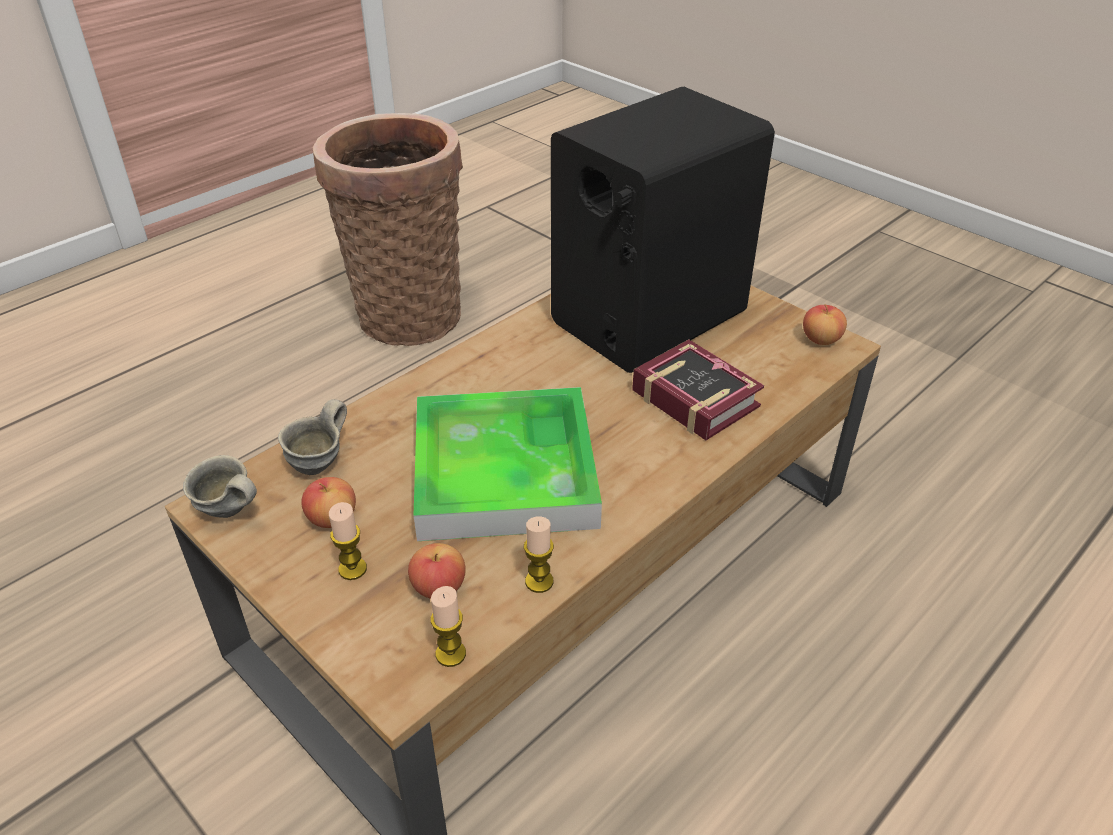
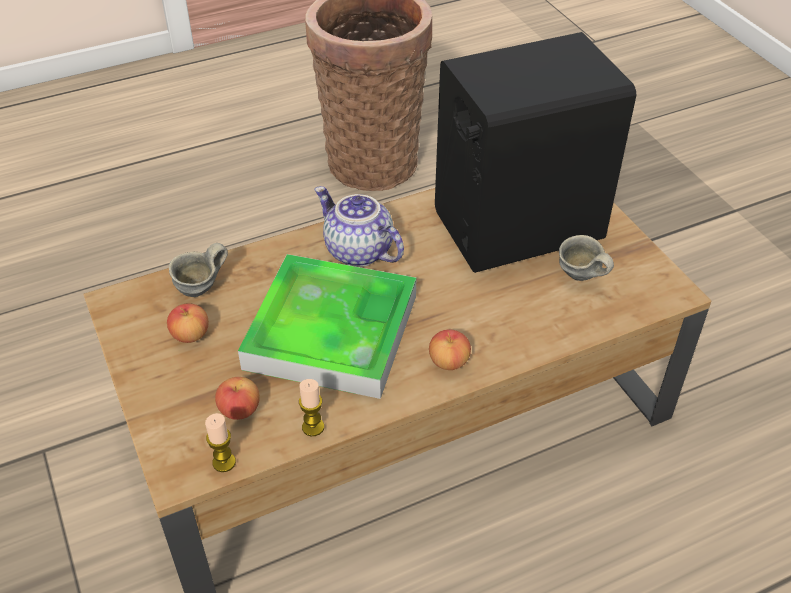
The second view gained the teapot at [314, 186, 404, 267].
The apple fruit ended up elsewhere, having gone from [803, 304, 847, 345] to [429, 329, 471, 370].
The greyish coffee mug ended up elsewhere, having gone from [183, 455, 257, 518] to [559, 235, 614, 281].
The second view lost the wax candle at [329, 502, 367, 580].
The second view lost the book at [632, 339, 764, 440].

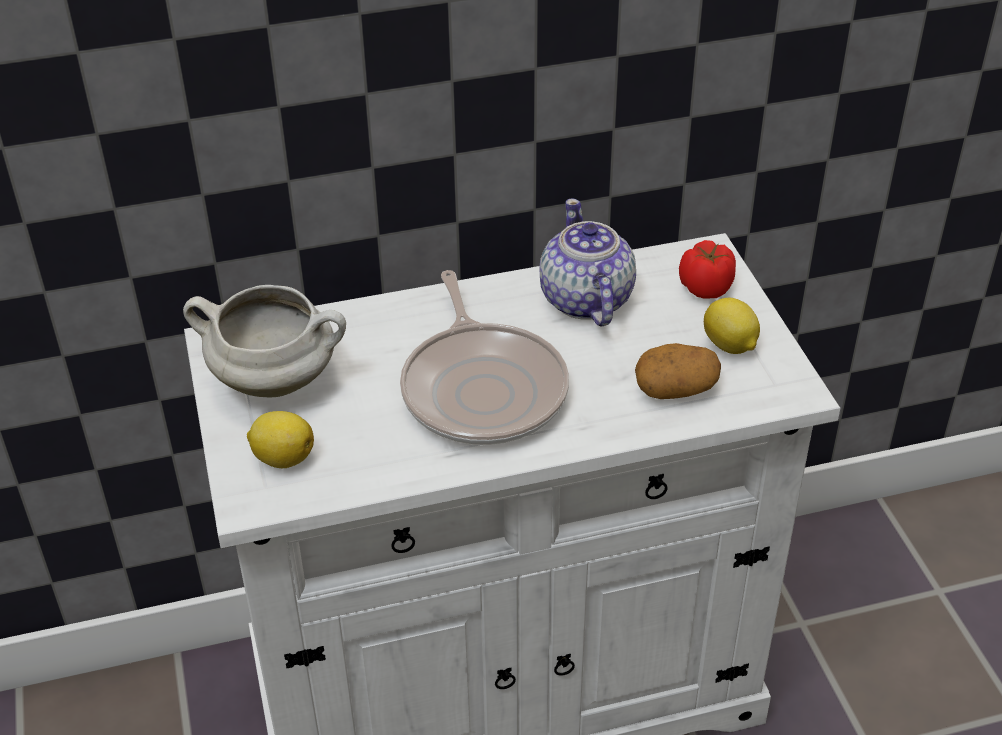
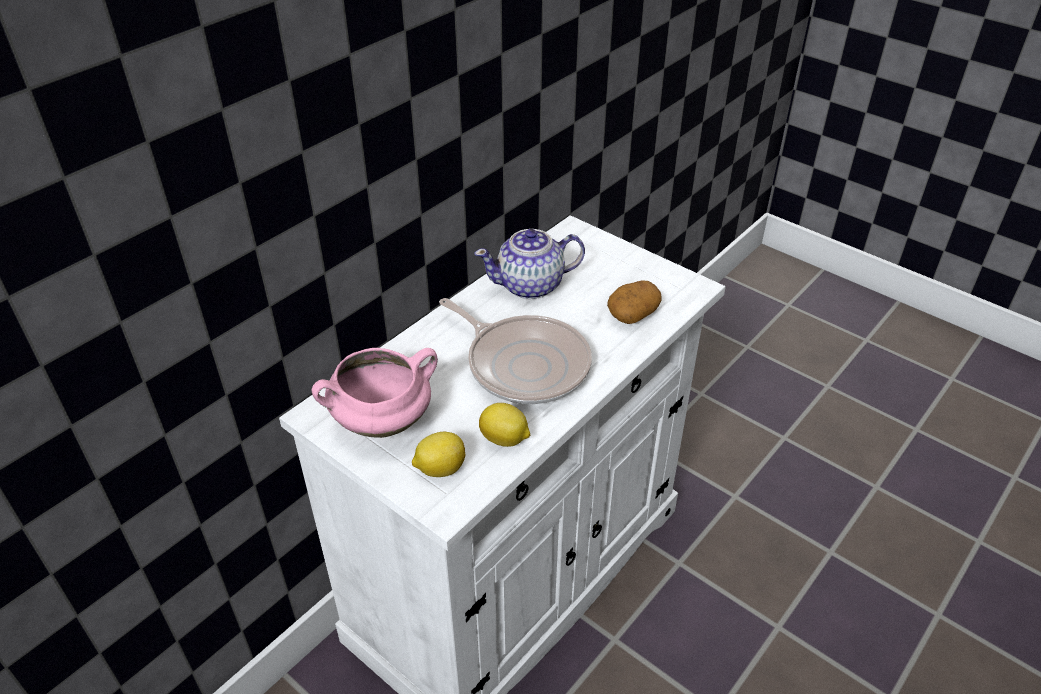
What was the white stockpot at [183, 285, 346, 397] turned into the pink-coloured stockpot at [311, 348, 438, 438].
The teapot at [540, 199, 636, 327] ended up facing another way, 60 degrees counterclockwise from before.
The citrus fruit ended up elsewhere, having gone from [704, 298, 760, 354] to [479, 403, 530, 447].
The second view lost the tomato at [679, 240, 736, 299].

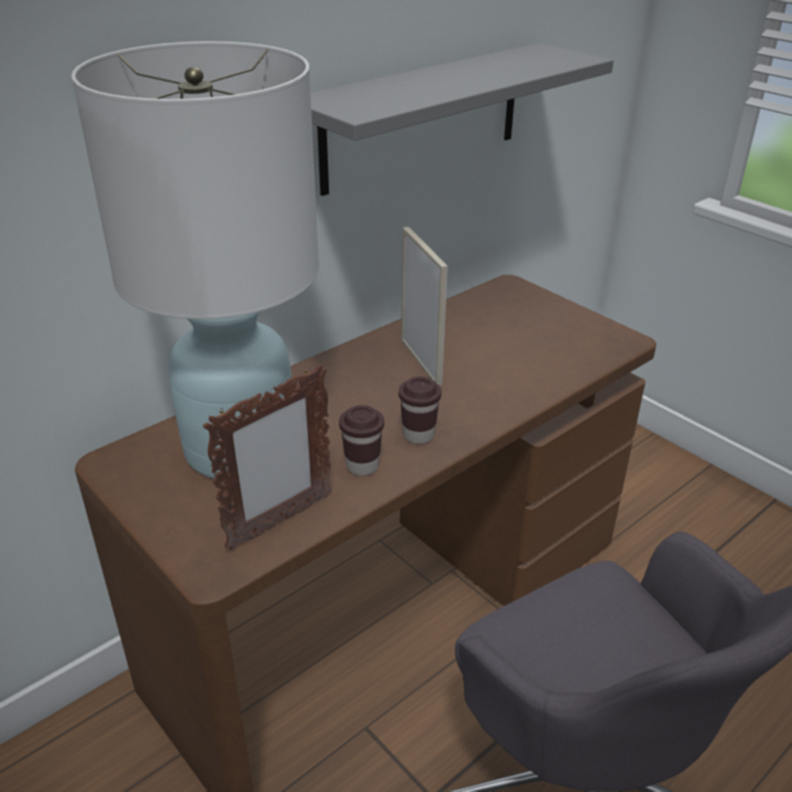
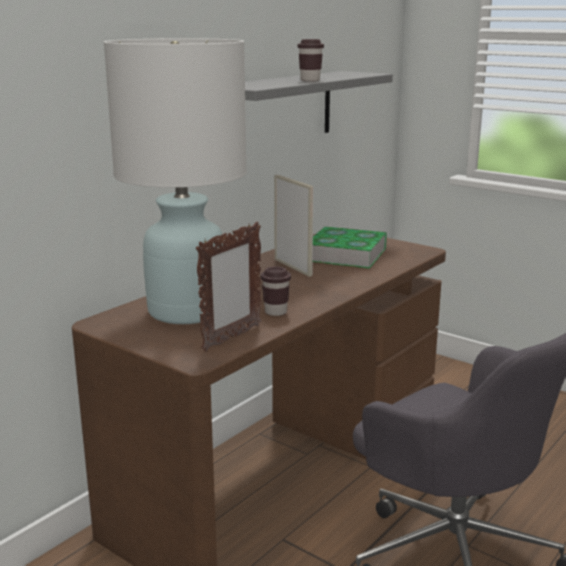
The brownish drinking cup ended up elsewhere, having gone from [399, 376, 441, 444] to [298, 39, 324, 81].
The second view gained the book at [313, 226, 387, 268].

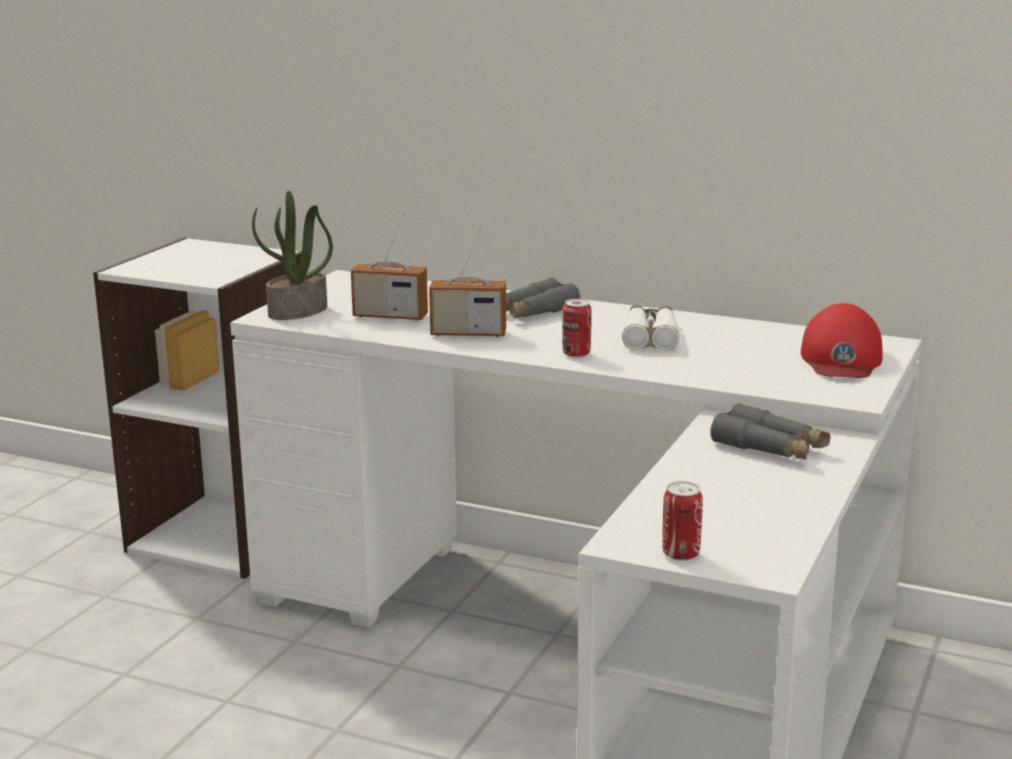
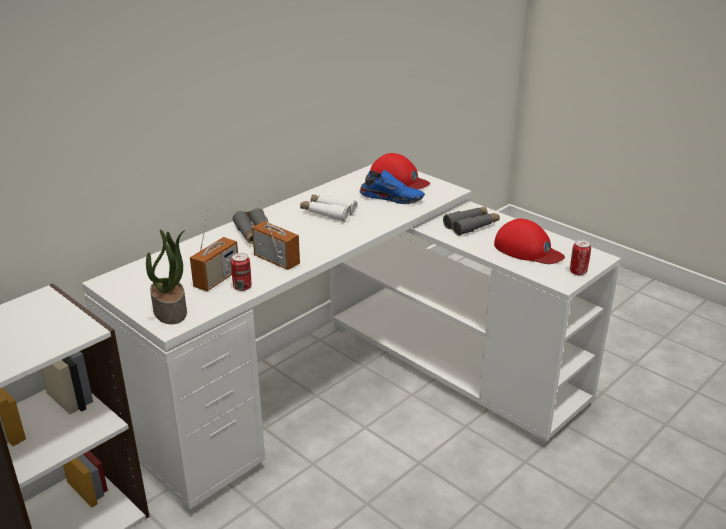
The sealed can ended up elsewhere, having gone from [562, 299, 592, 358] to [231, 253, 251, 291].
The radio set at [429, 224, 506, 337] ended up facing another way, 75 degrees counterclockwise from before.
The second view gained the blue-coloured shoe at [360, 170, 425, 204].
The second view gained the reddish cap at [494, 219, 565, 264].

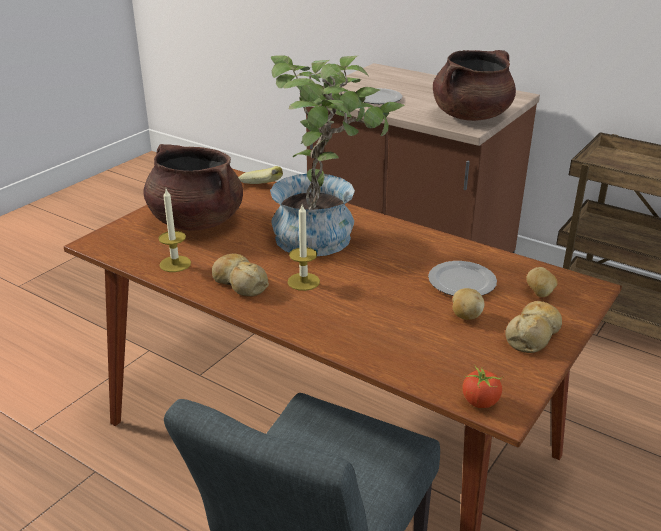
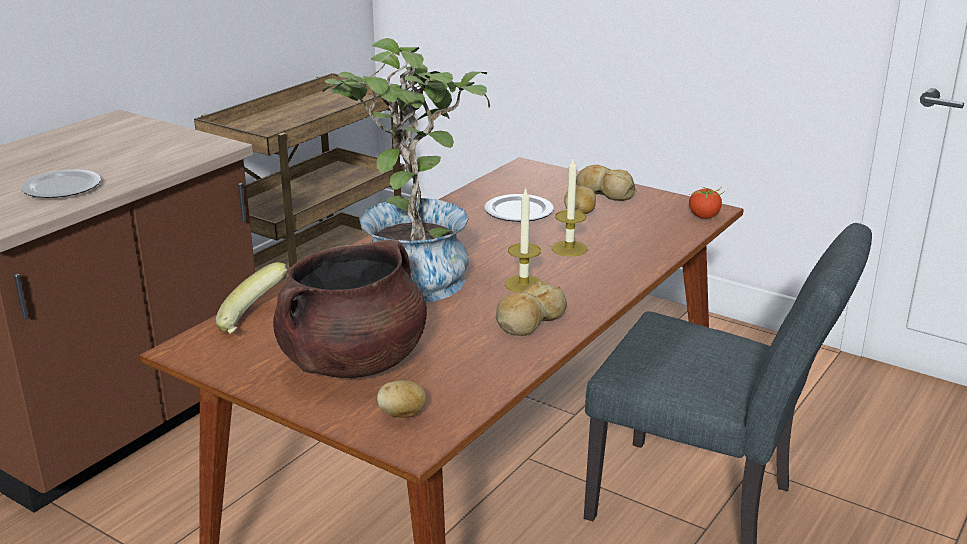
The whole potato ended up elsewhere, having gone from [526, 267, 558, 297] to [377, 380, 426, 418].
The wax candle ended up elsewhere, having gone from [158, 189, 191, 272] to [552, 159, 587, 256].
The second view lost the brownish stockpot at [433, 50, 516, 121].

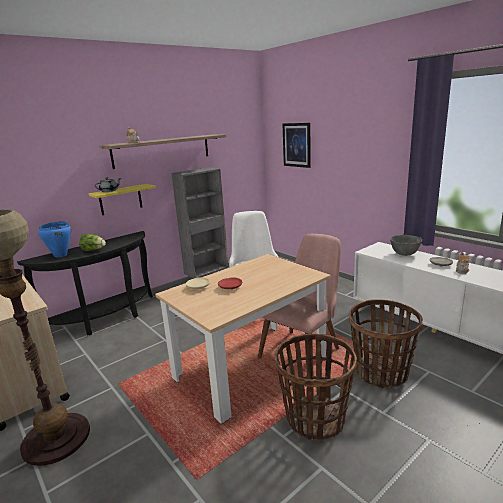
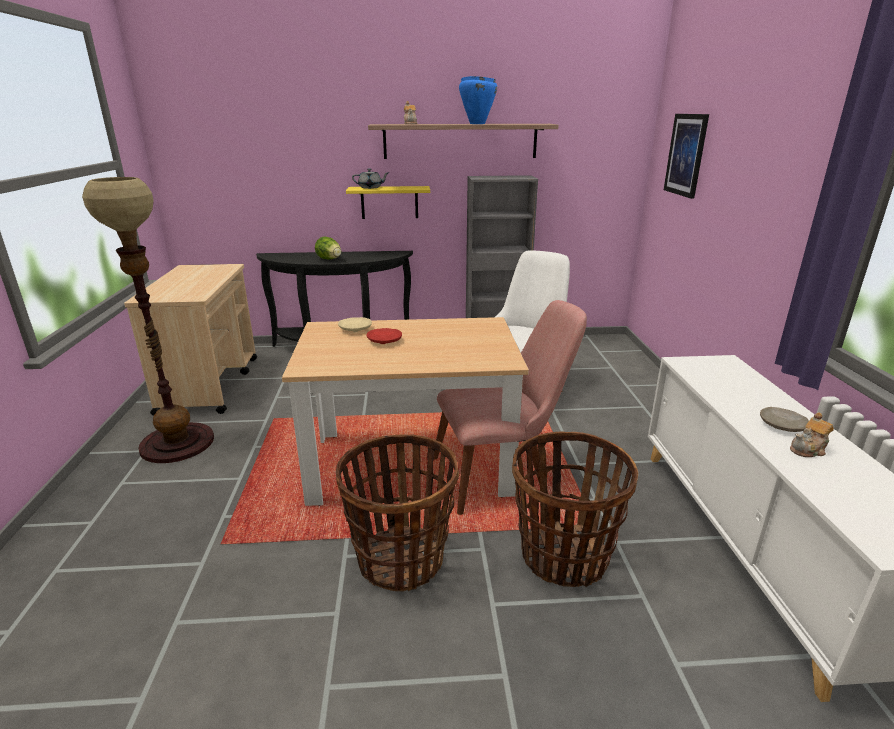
The blue-coloured stockpot ended up elsewhere, having gone from [38, 222, 71, 257] to [459, 76, 497, 124].
The second view lost the greyish serving bowl at [390, 235, 422, 256].

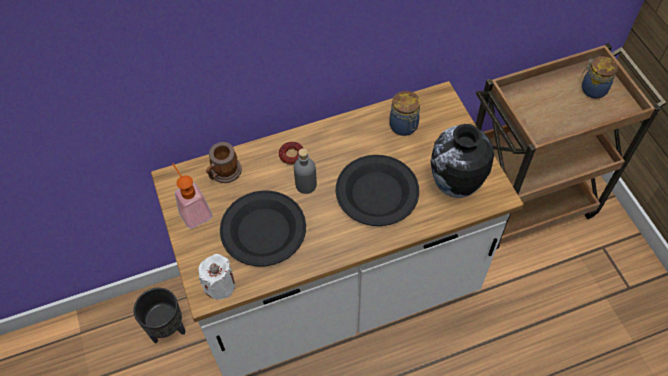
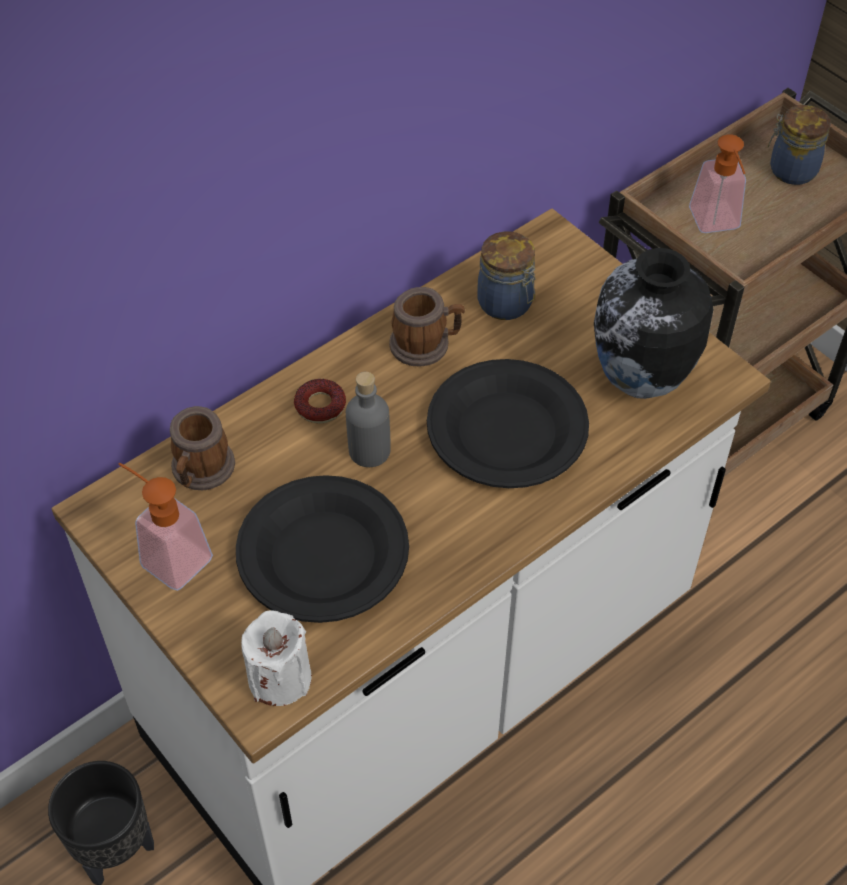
The second view gained the coffee mug at [389, 287, 465, 367].
The second view gained the soap bottle at [689, 134, 746, 233].

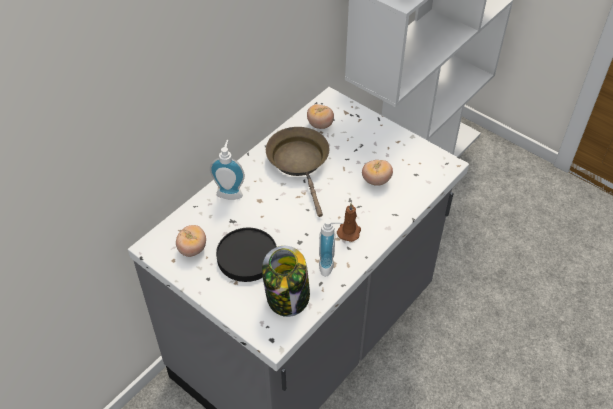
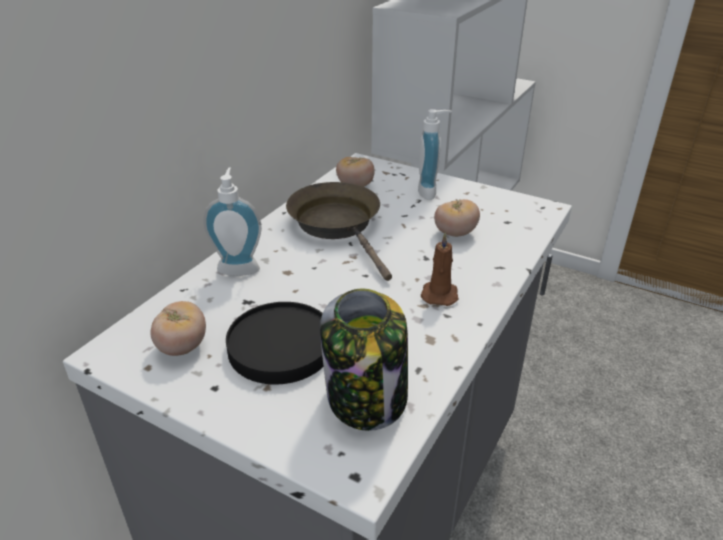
The soap bottle ended up elsewhere, having gone from [319, 218, 344, 277] to [418, 109, 451, 200].

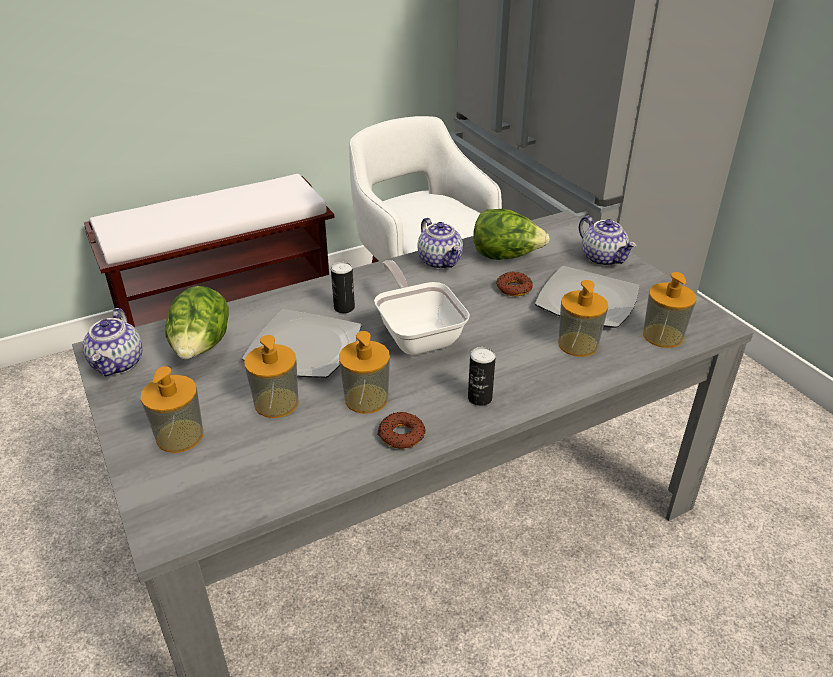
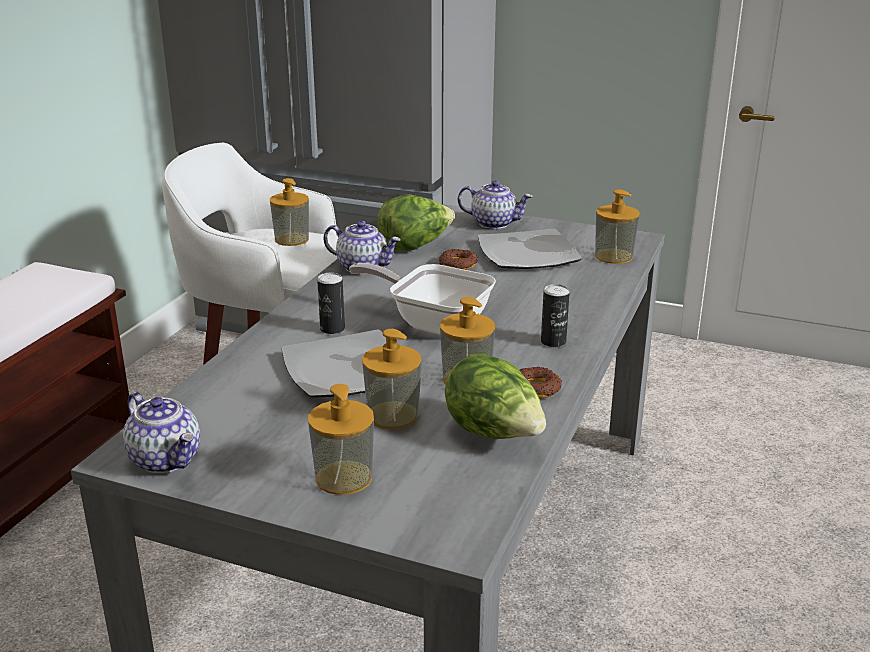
The soap bottle ended up elsewhere, having gone from [558, 280, 608, 357] to [270, 178, 309, 246].
The head of lettuce ended up elsewhere, having gone from [165, 286, 229, 359] to [445, 352, 546, 439].

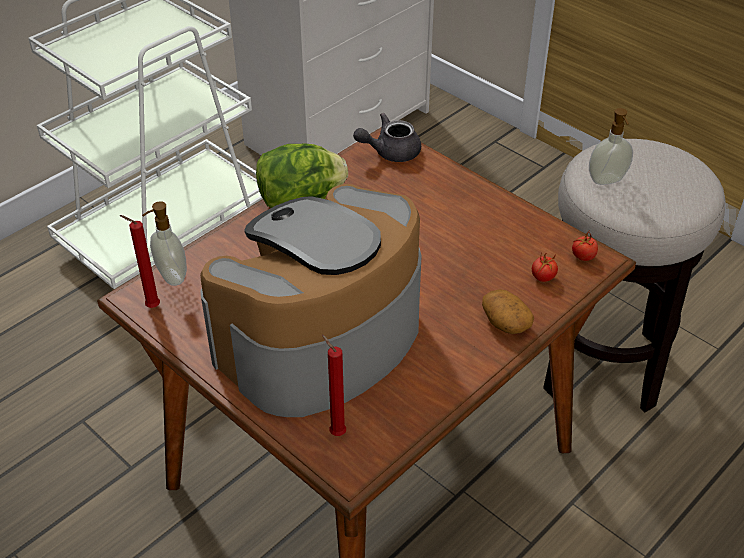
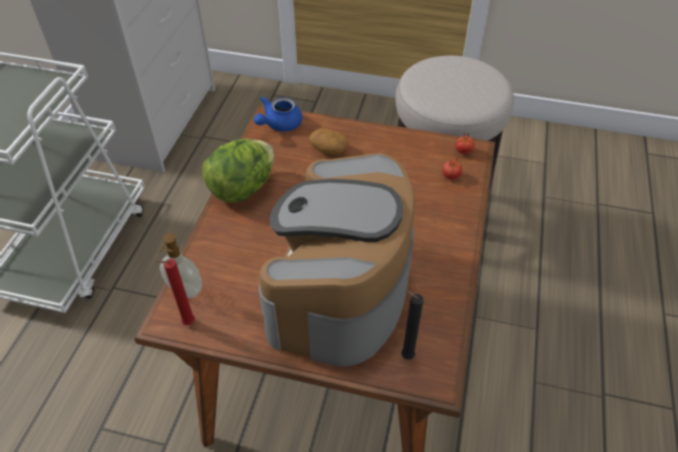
What was the greyish teapot at [353, 113, 421, 162] turned into the blue-coloured teapot at [254, 96, 302, 132].
The whole potato ended up elsewhere, having gone from [482, 289, 534, 334] to [309, 128, 349, 155].
What was the reddish wax candle at [322, 335, 346, 436] turned into the black wax candle at [401, 290, 424, 360].
The second view lost the soap bottle at [589, 108, 633, 185].

